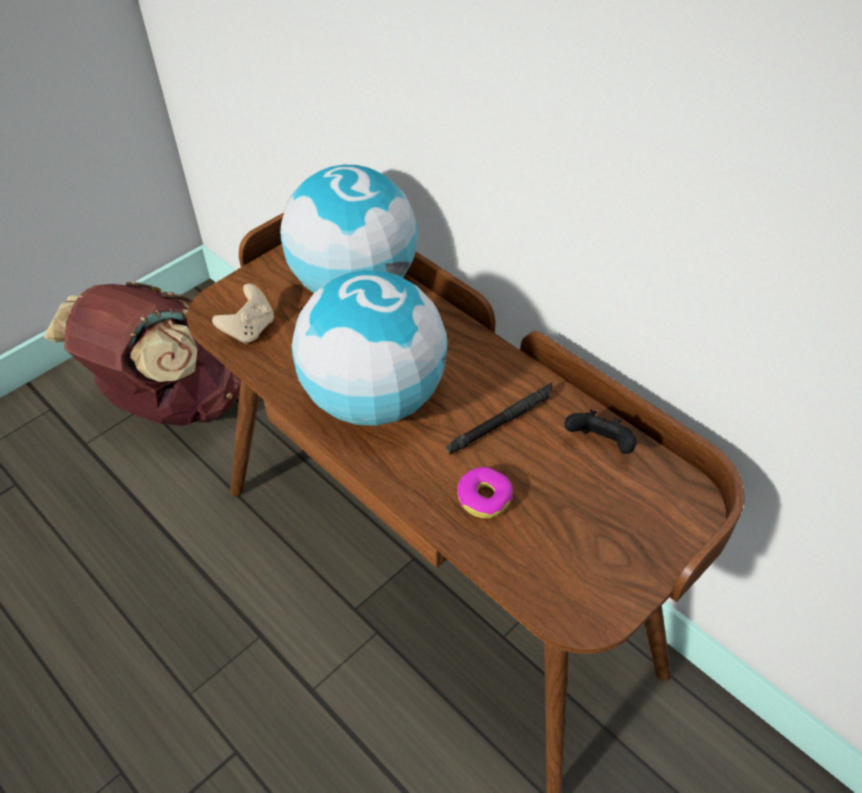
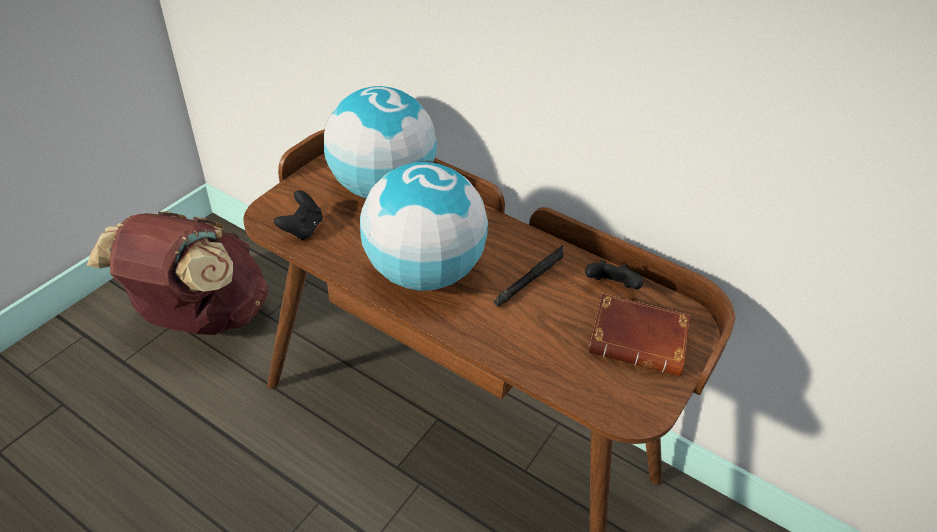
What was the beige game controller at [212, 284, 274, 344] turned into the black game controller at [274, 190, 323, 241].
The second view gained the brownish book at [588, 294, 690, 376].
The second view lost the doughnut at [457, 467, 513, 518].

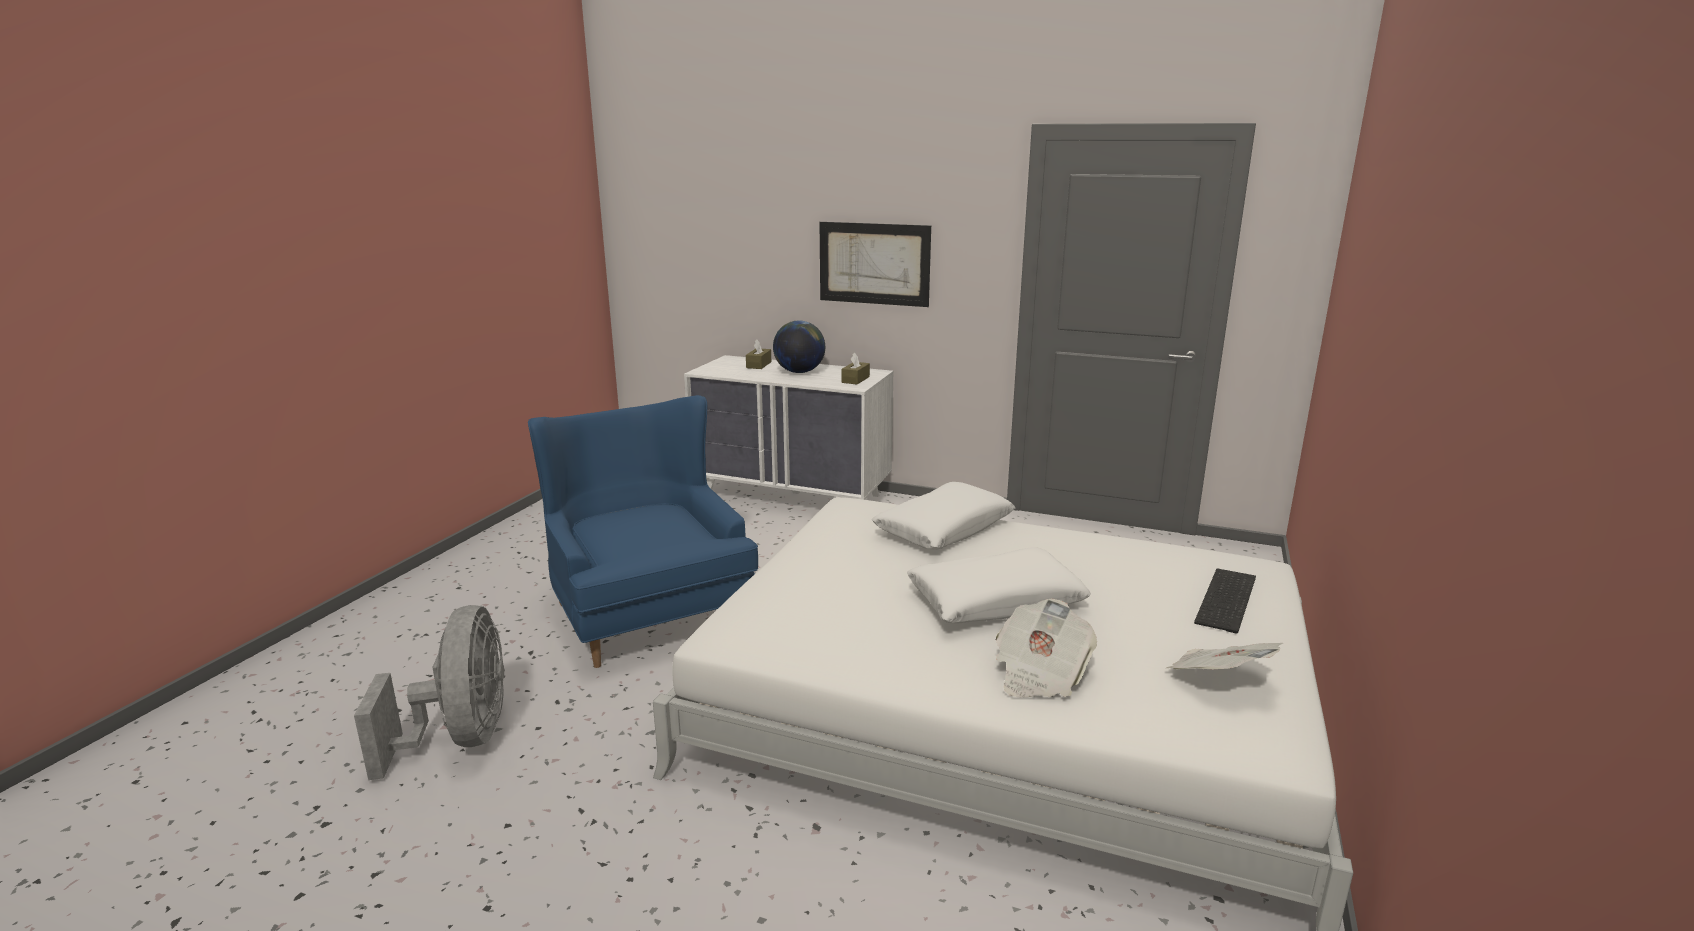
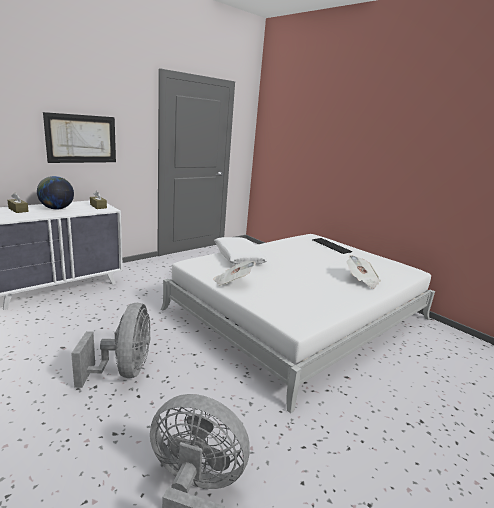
Where the blue-coloured easy chair stood at [528, 395, 758, 668], the greyish electric fan came to stand at [71, 303, 150, 388].
The printed paper ended up elsewhere, having gone from [1167, 643, 1283, 669] to [213, 260, 256, 286].
The second view lost the white throw pillow at [907, 547, 1091, 623].

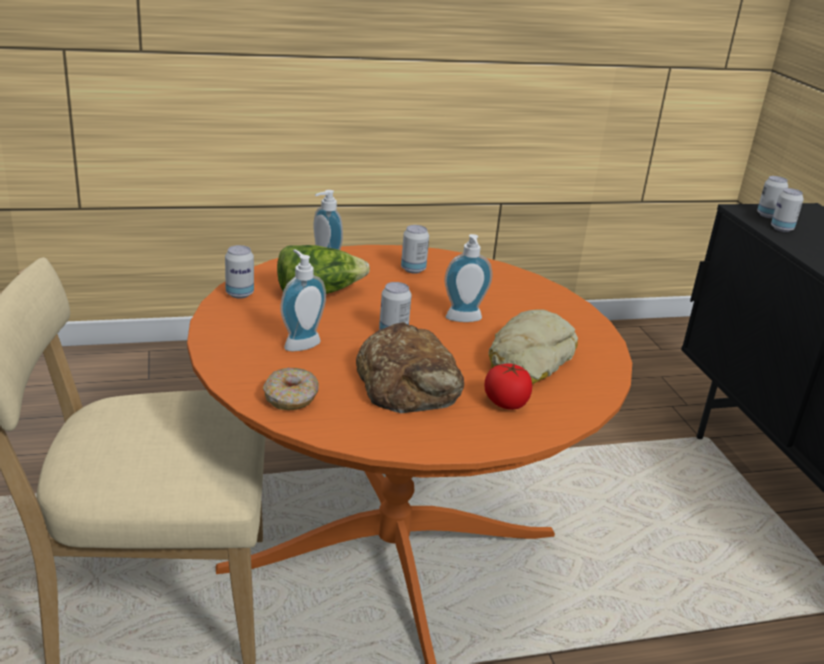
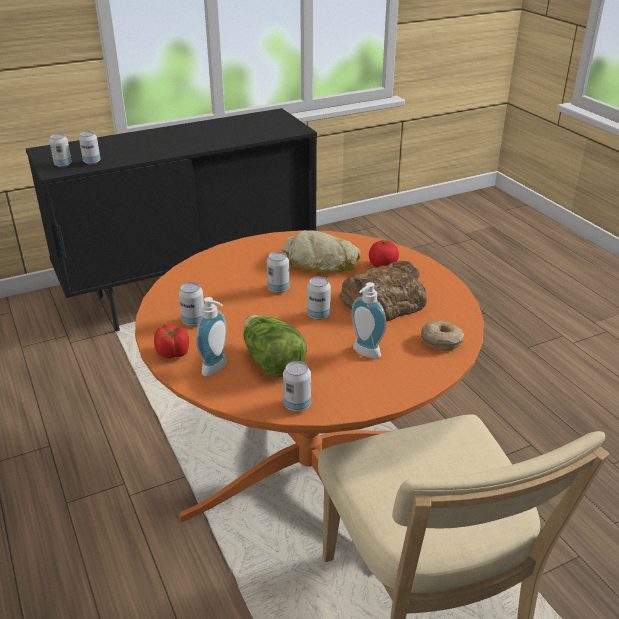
The second view gained the tomato at [154, 324, 189, 358].
Where the soap bottle stood at [444, 234, 492, 322], the sealed can came to stand at [267, 252, 289, 293].

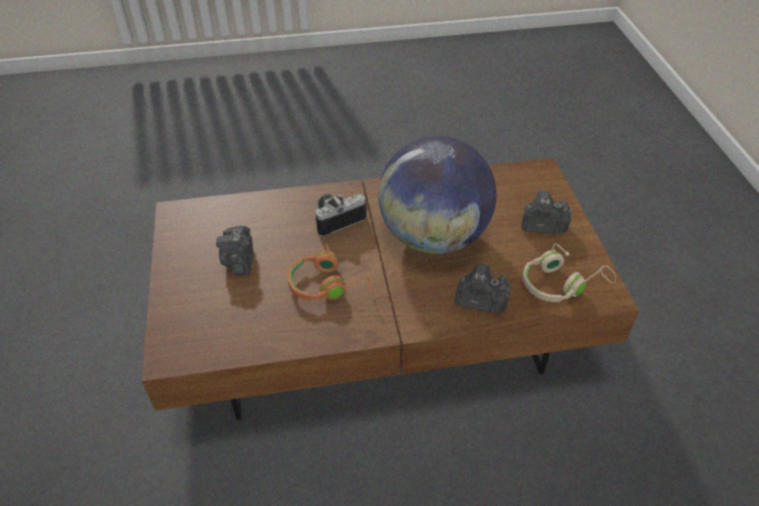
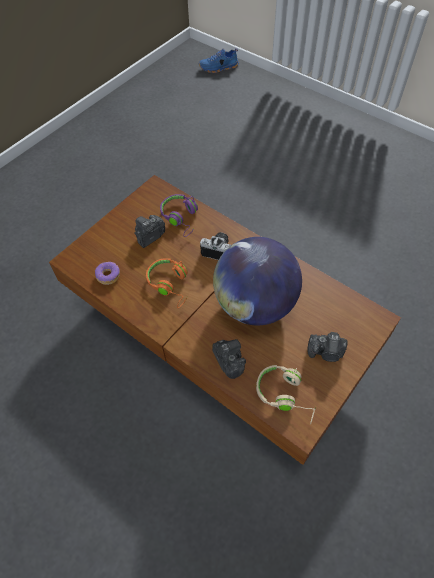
The second view gained the doughnut at [95, 262, 120, 285].
The second view gained the purple-coloured pair of headphones at [160, 194, 198, 237].
The second view gained the blue-coloured shoe at [199, 48, 239, 73].
The photo camera at [521, 191, 571, 234] ended up facing another way, 135 degrees clockwise from before.

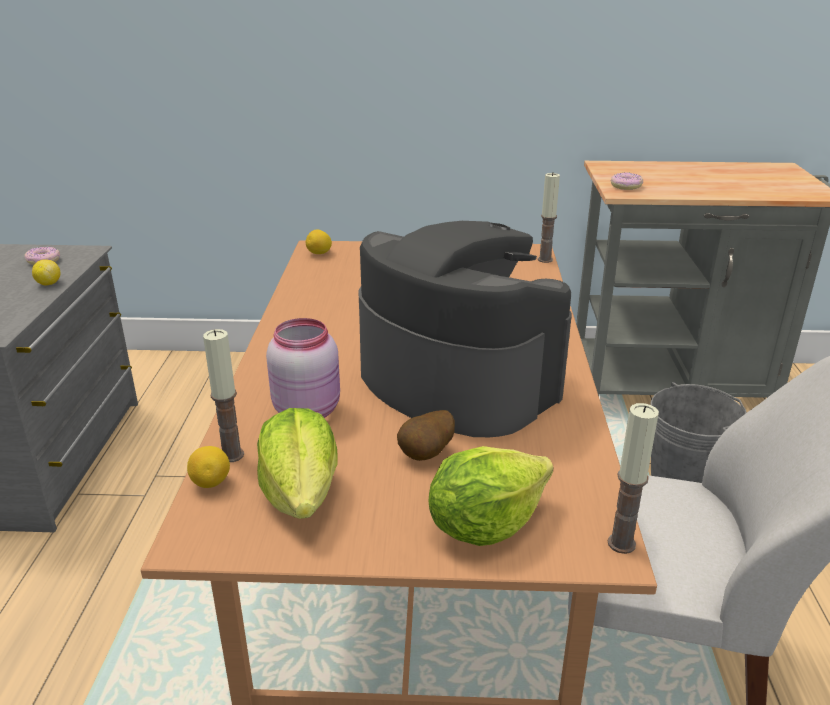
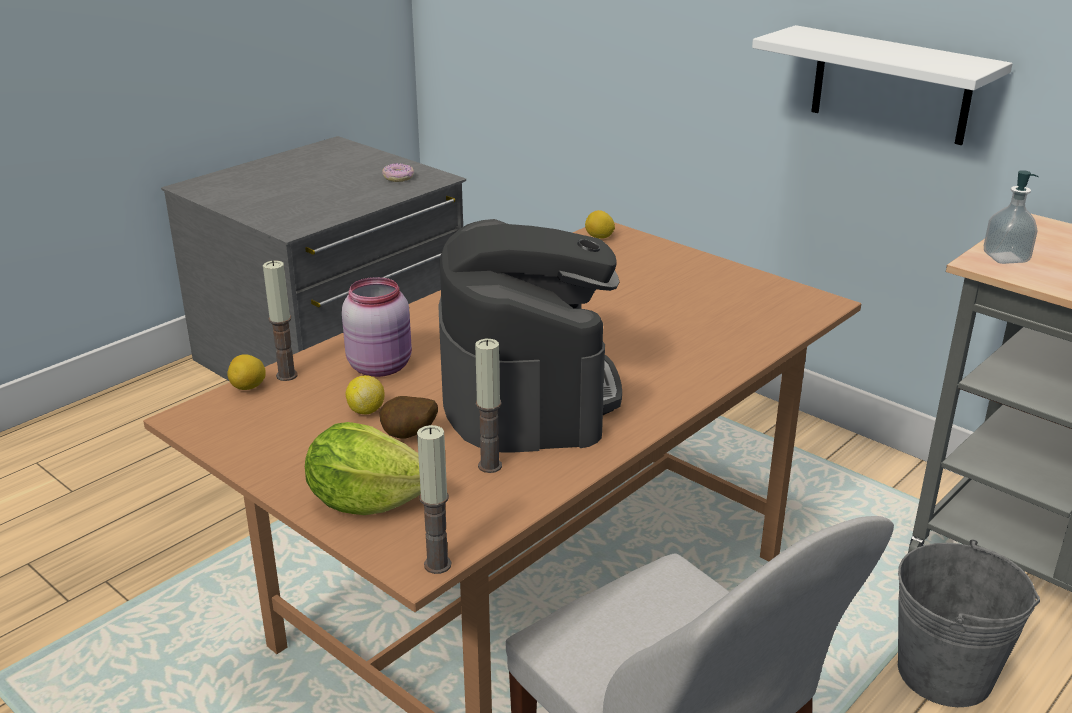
The citrus fruit ended up elsewhere, having gone from [32, 259, 60, 285] to [346, 375, 384, 414].
The wax candle ended up elsewhere, having gone from [538, 172, 560, 263] to [475, 339, 502, 473].
The second view gained the white bracket shelf at [752, 25, 1013, 145].
Where the doughnut stood at [610, 172, 643, 190], the soap bottle came to stand at [984, 170, 1039, 264].
The second view lost the head of lettuce at [257, 408, 338, 519].

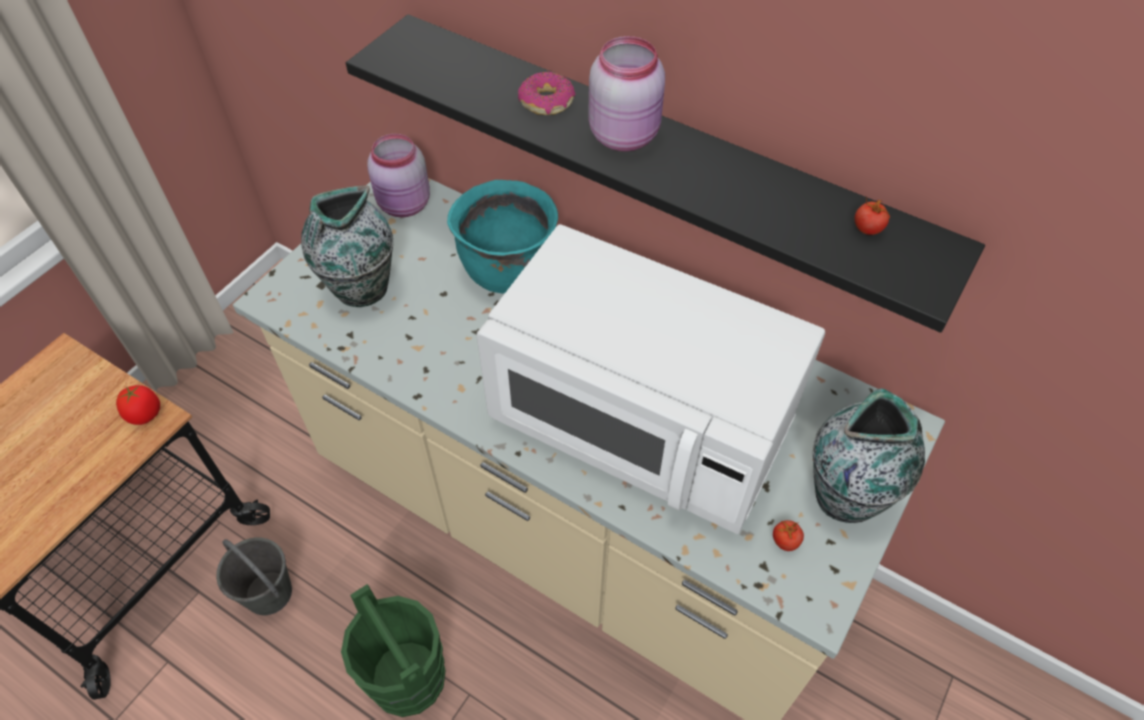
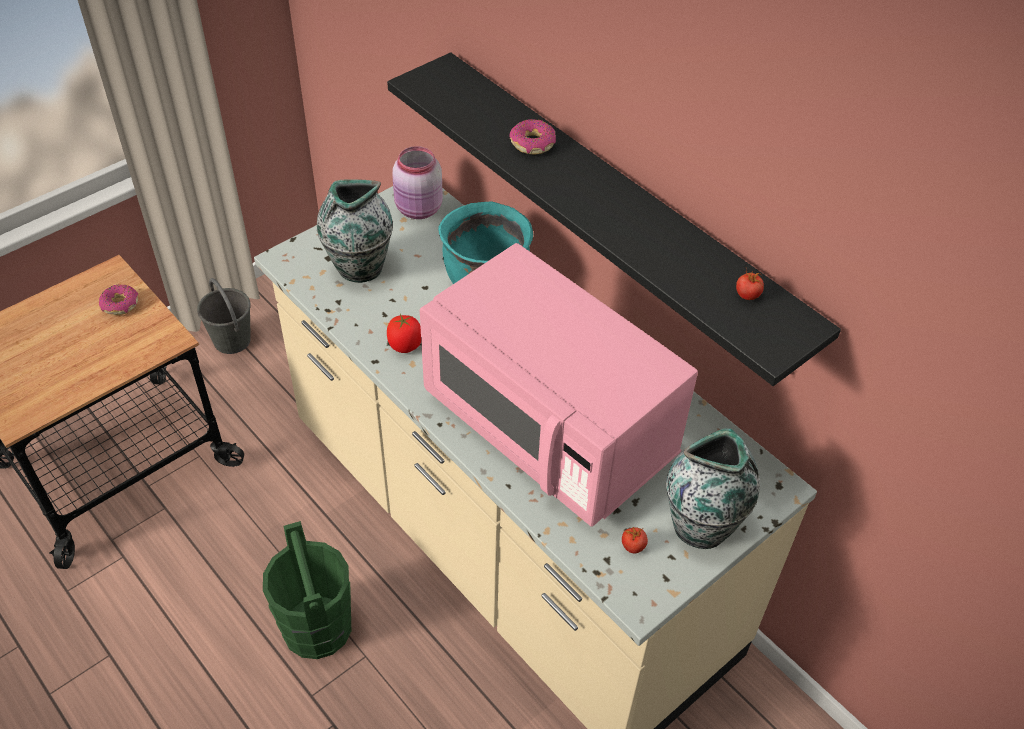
The second view gained the doughnut at [99, 285, 138, 315].
The greyish water bucket ended up elsewhere, having gone from [216, 538, 292, 615] to [197, 278, 251, 354].
The tomato ended up elsewhere, having gone from [116, 385, 160, 425] to [387, 314, 421, 353].
What was the white microwave oven at [477, 224, 825, 534] turned into the pink-coloured microwave oven at [420, 243, 698, 527].
The second view lost the pink-coloured storage jar at [588, 36, 665, 151].

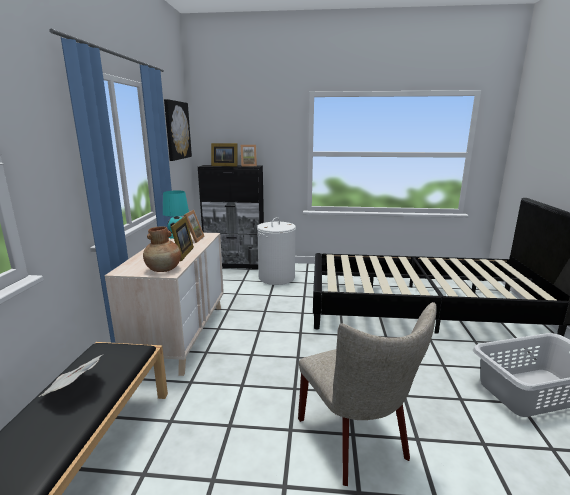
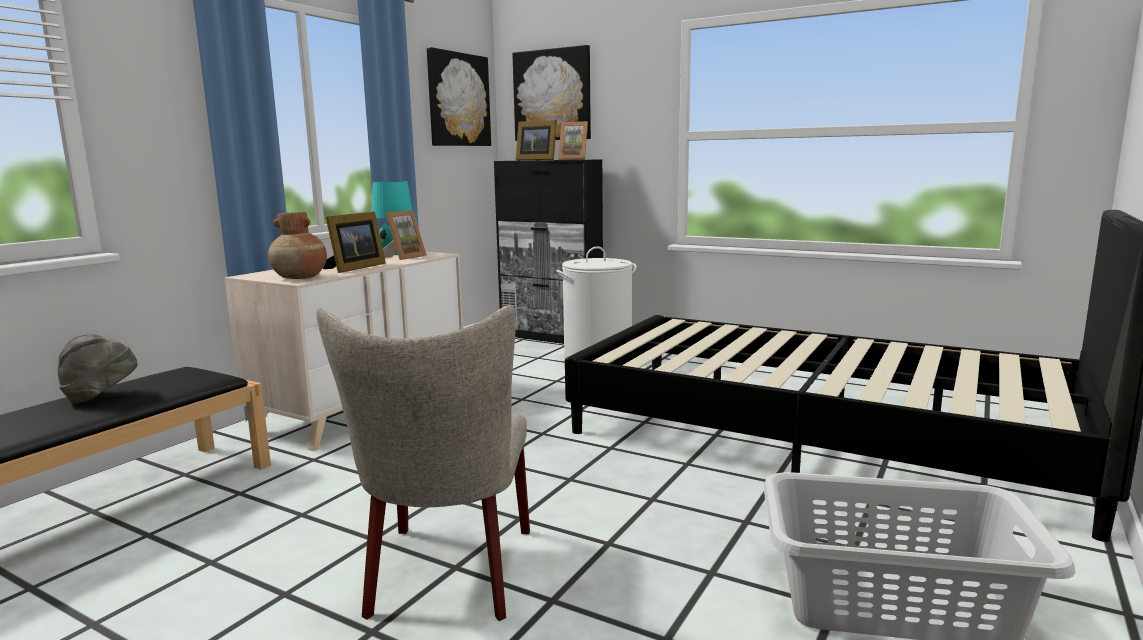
Where the printed paper stood at [39, 354, 104, 397], the greyish clothing hat came to stand at [58, 334, 138, 404].
The second view gained the picture at [512, 45, 591, 141].

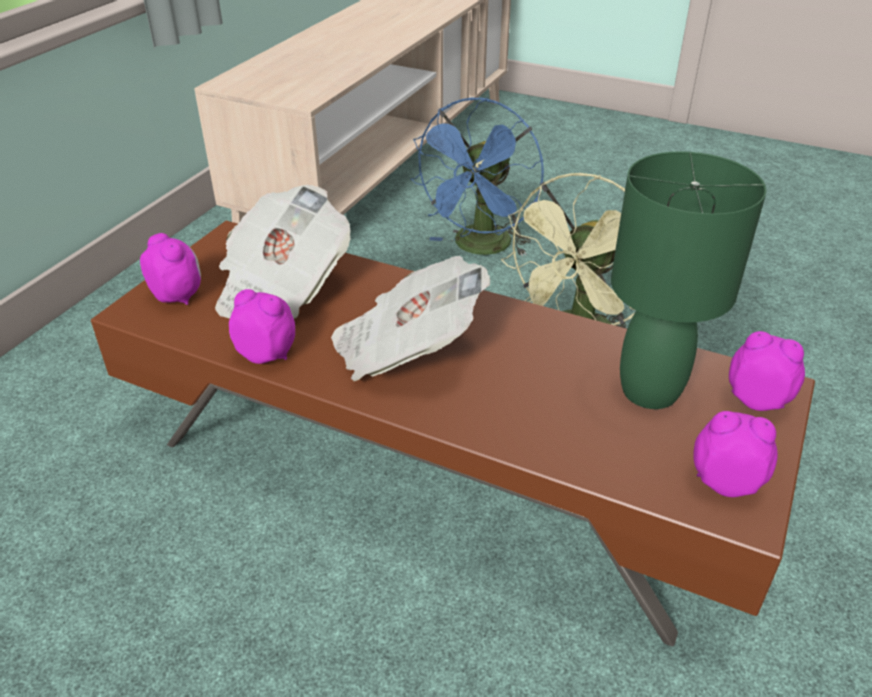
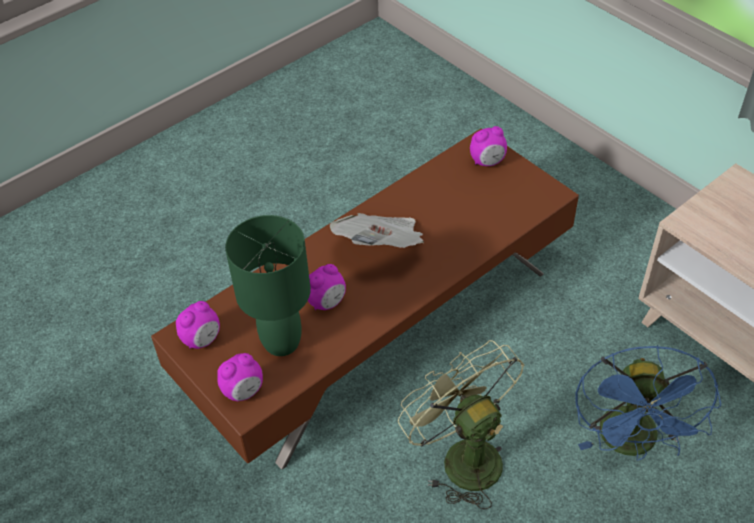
The table clock ended up elsewhere, having gone from [229, 289, 295, 364] to [308, 264, 346, 310].
The blue-coloured electric fan at [410, 98, 544, 256] ended up facing another way, 135 degrees counterclockwise from before.
The second view lost the printed paper at [215, 185, 351, 319].

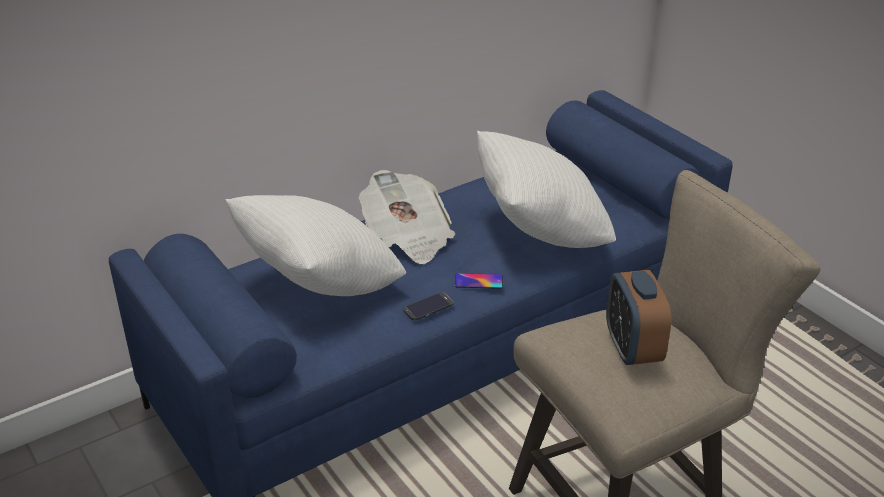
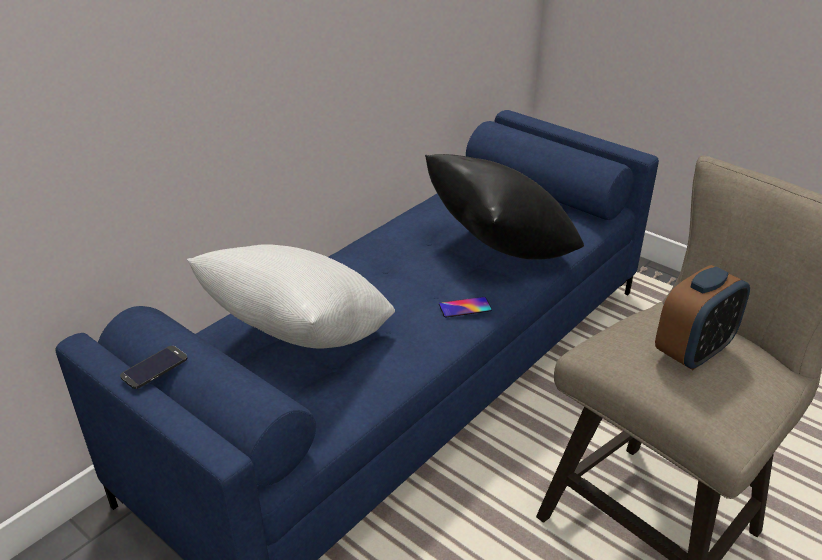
The handset ended up elsewhere, having gone from [403, 292, 453, 320] to [120, 346, 187, 389].
What was the white throw pillow at [477, 131, 616, 248] turned into the black throw pillow at [425, 154, 584, 260].
The table clock at [606, 270, 671, 365] ended up facing another way, 105 degrees counterclockwise from before.
The second view lost the printed paper at [359, 170, 455, 264].

